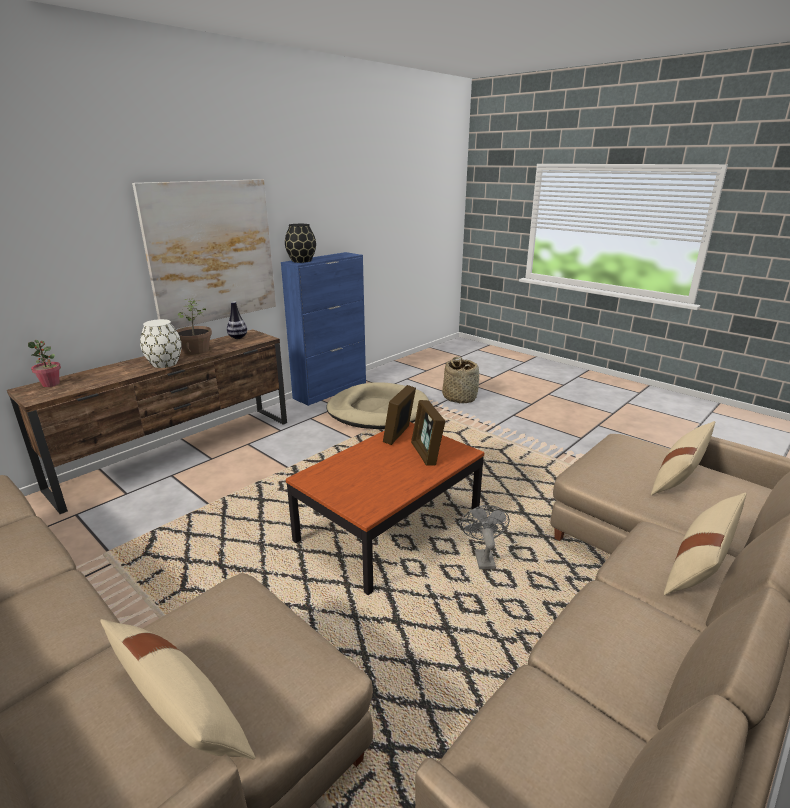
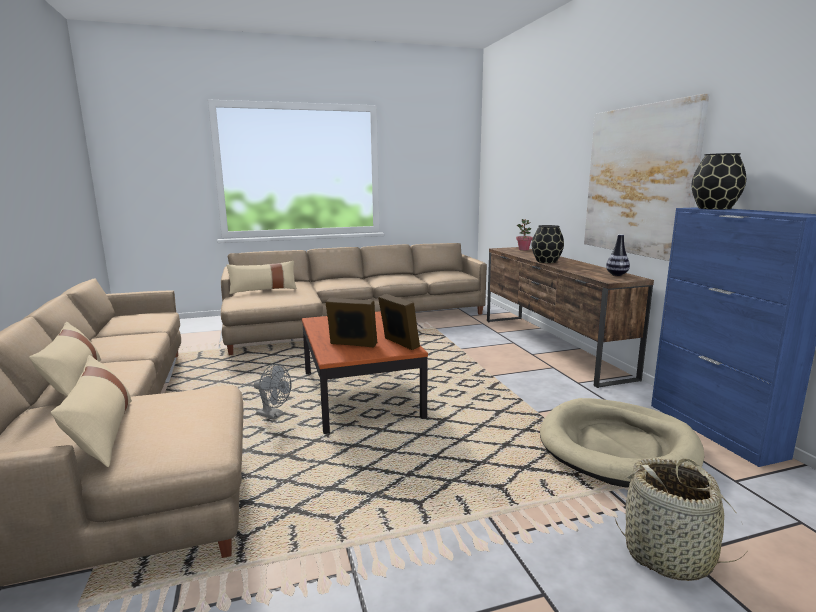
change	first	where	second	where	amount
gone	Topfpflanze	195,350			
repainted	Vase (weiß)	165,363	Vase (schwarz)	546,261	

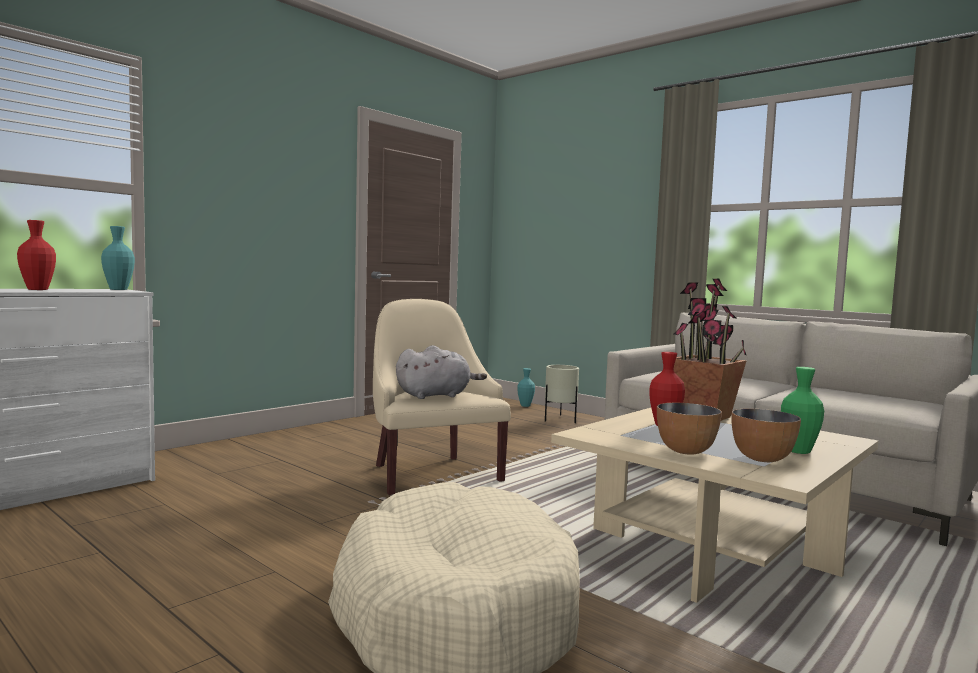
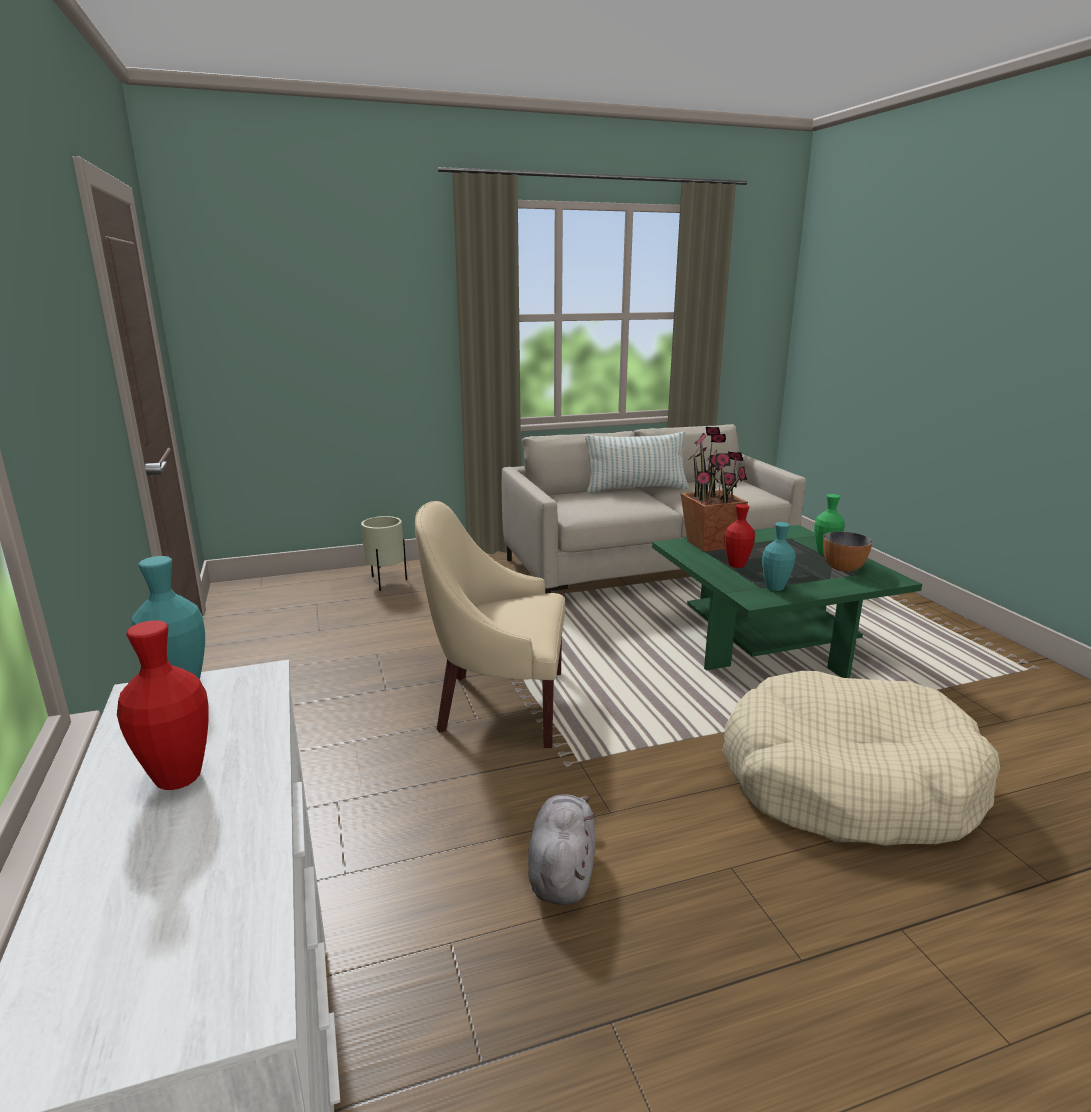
change	first	where	second	where	amount
gone	Schüssel	685,451			
new			Kissen	636,489	
shifted	Plüschtier (grau)	436,395		562,870	
shifted	Vase (türkis)	525,406		775,588	
repainted	Couchtisch (beige)	709,551	Couchtisch (grün)	767,644	

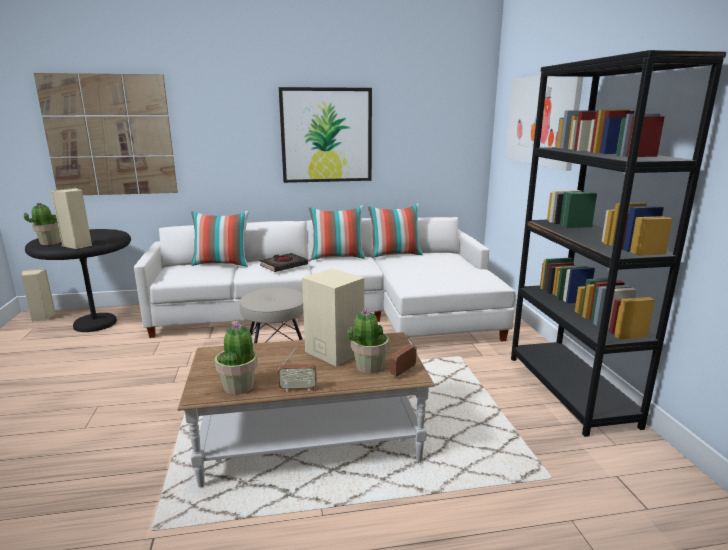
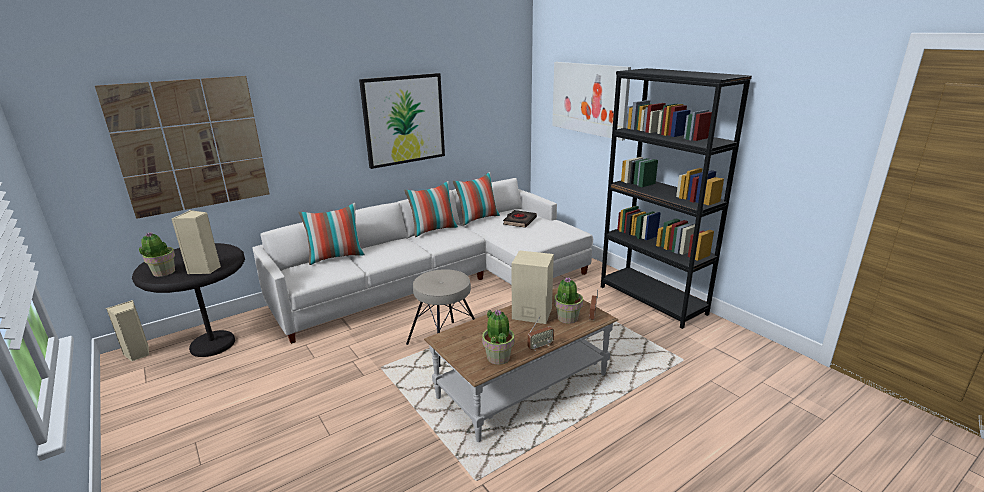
change	first	where	second	where	amount
shifted	Buch (schwarz)	283,265		519,221	

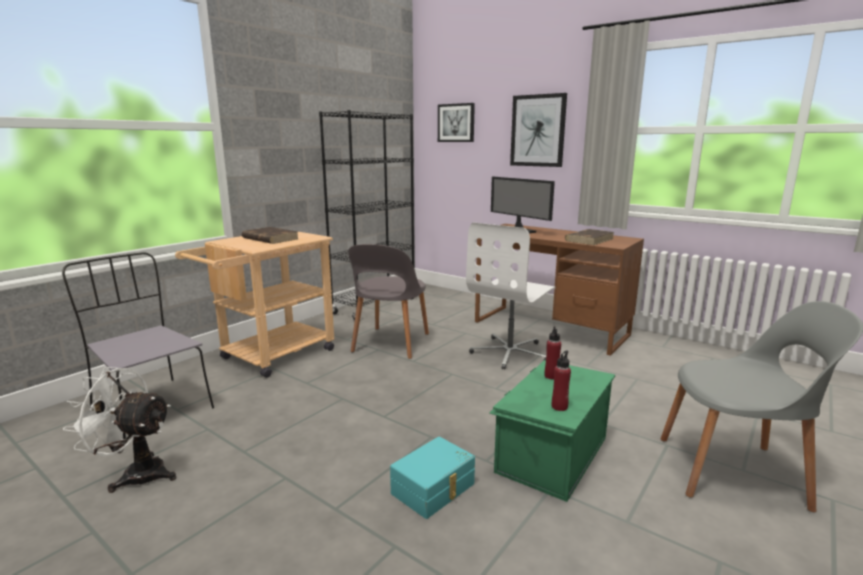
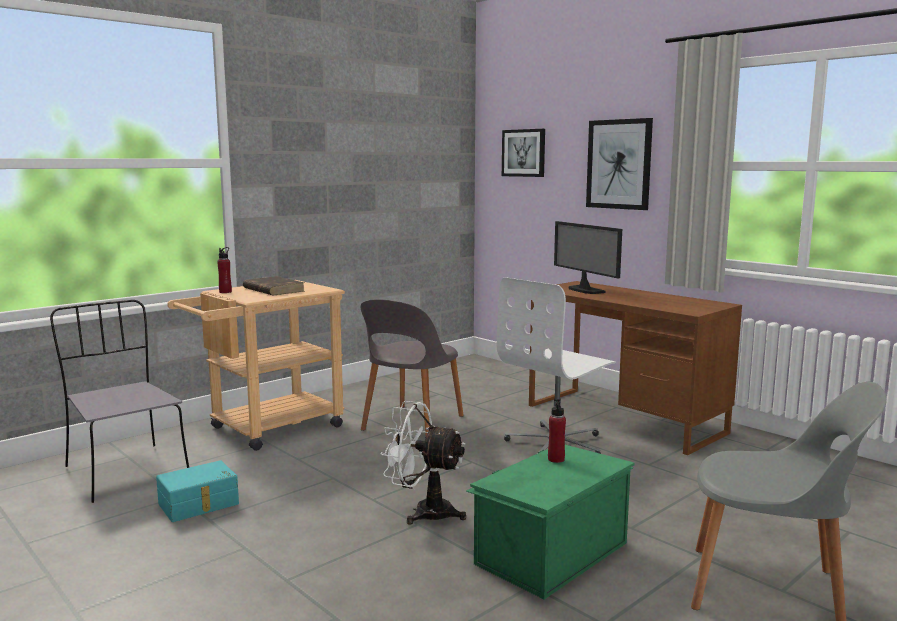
change	first	where	second	where	amount
gone	Bücherregal (schwarz)	374,306			
gone	Buch (braun)	589,239			
shifted	Ventilator (weiß)	136,474		424,512	
shifted	Aufbewahrungsbox (türkis)	434,489		199,504	
shifted	Flasche (rot)	559,407		225,292	

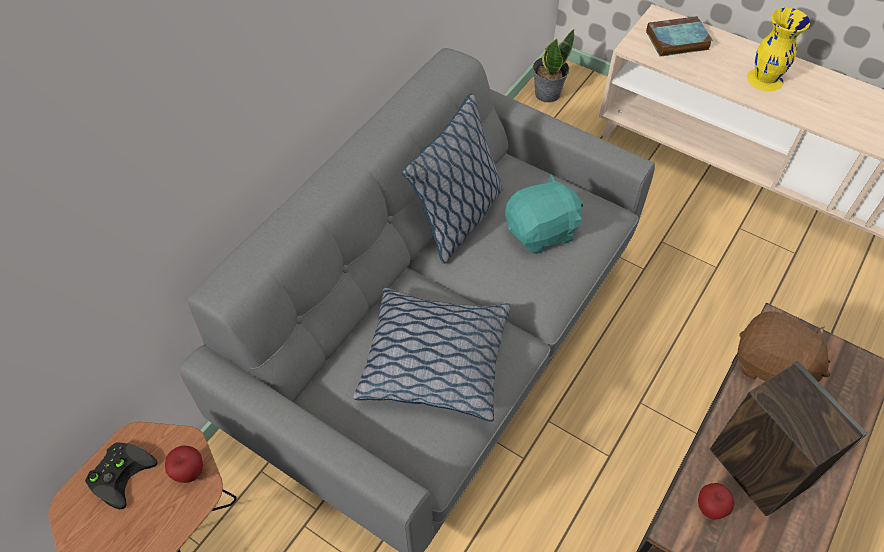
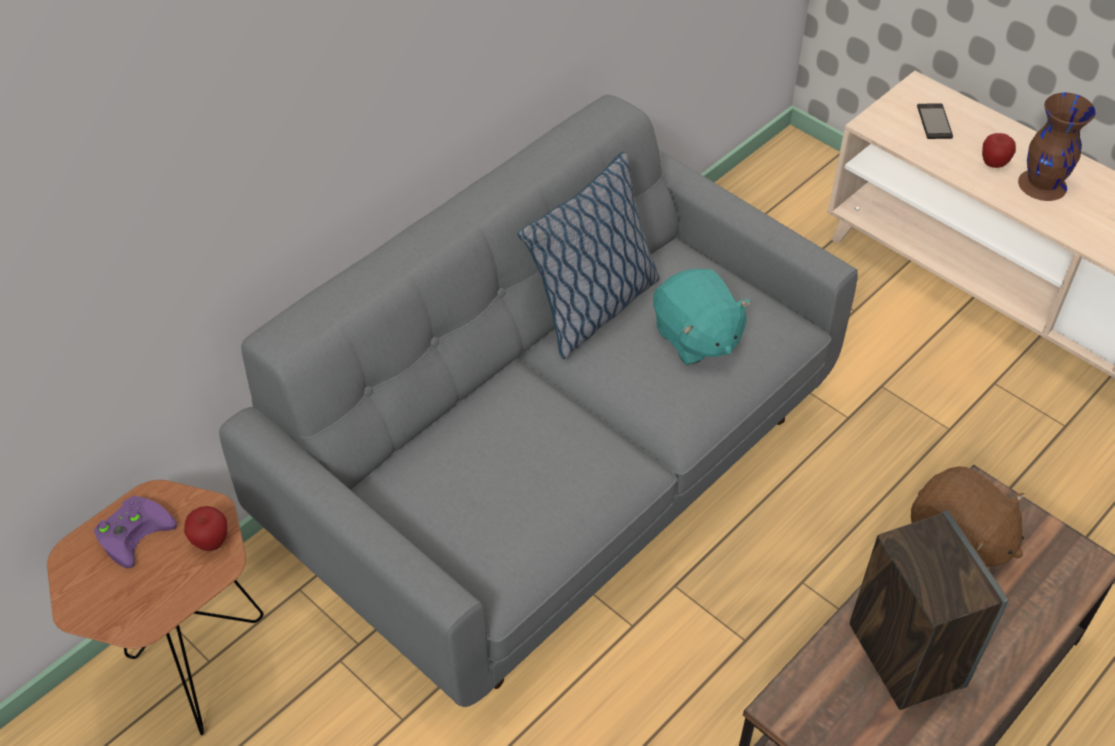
change	first	where	second	where	amount
gone	Kissen	435,361			
gone	Topfpflanze	547,93			
shifted	Apfel	709,508		993,164	
swapped	Buch	676,41	Handy	934,122	
repainted	Gamepad (schwarz)	121,472	Gamepad (lila)	134,530	
repainted	Vase (gelb)	765,80	Vase (braun)	1042,185	
rotated	Plüschtier (türkis)	542,232		696,338	75 degrees clockwise

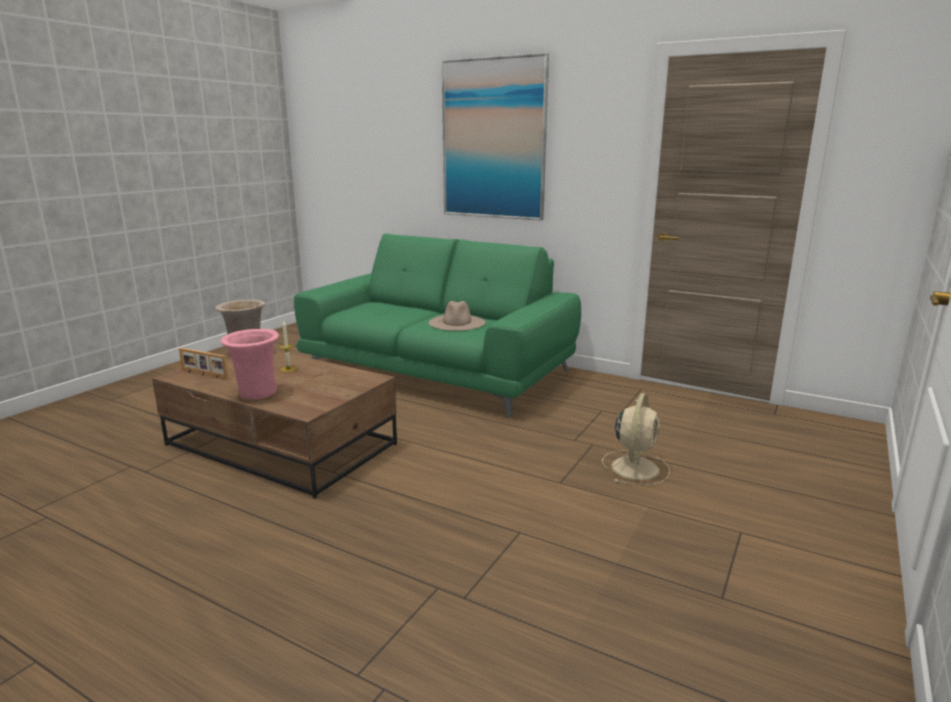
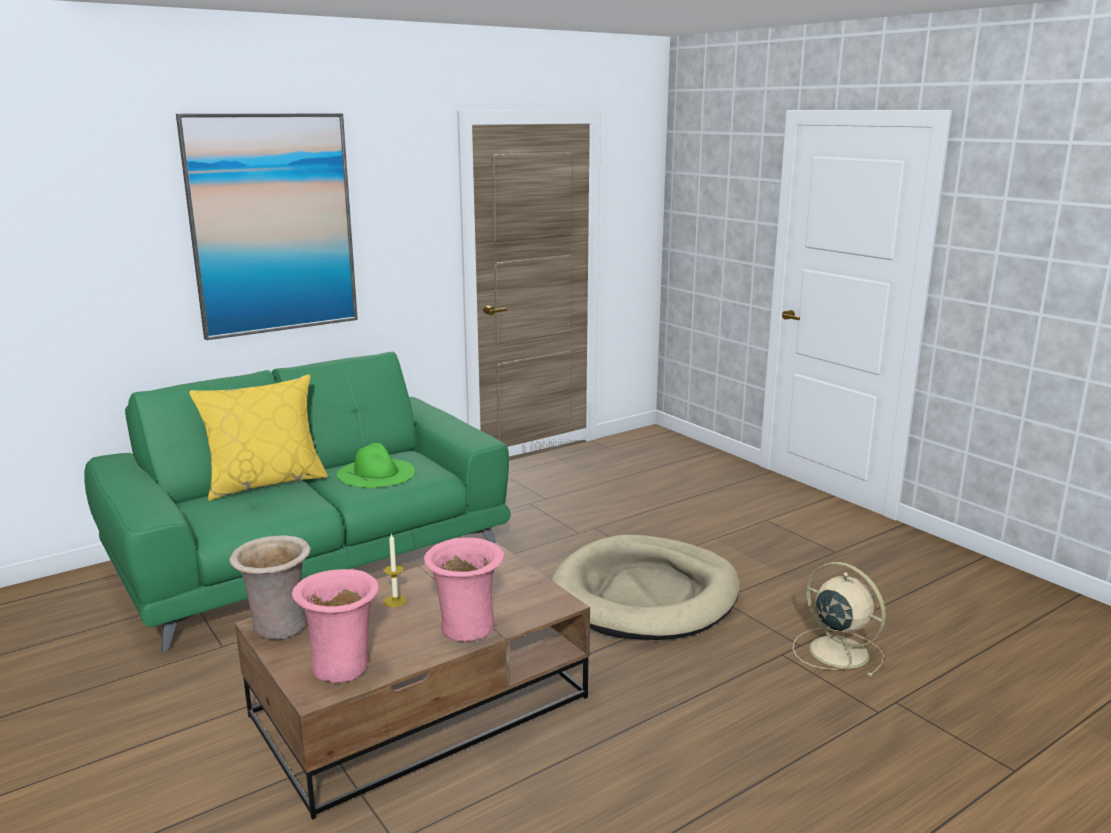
change	first	where	second	where	amount
new			Kissen (gelb)	265,482	
new			Hundebett (beige)	645,594	
shifted	Ventilator (beige)	635,467		836,651	
swapped	Bilderrahmen	204,375	Vase (rosa)	343,667	
repainted	Hut (beige)	457,322	Hut (grün)	376,473	

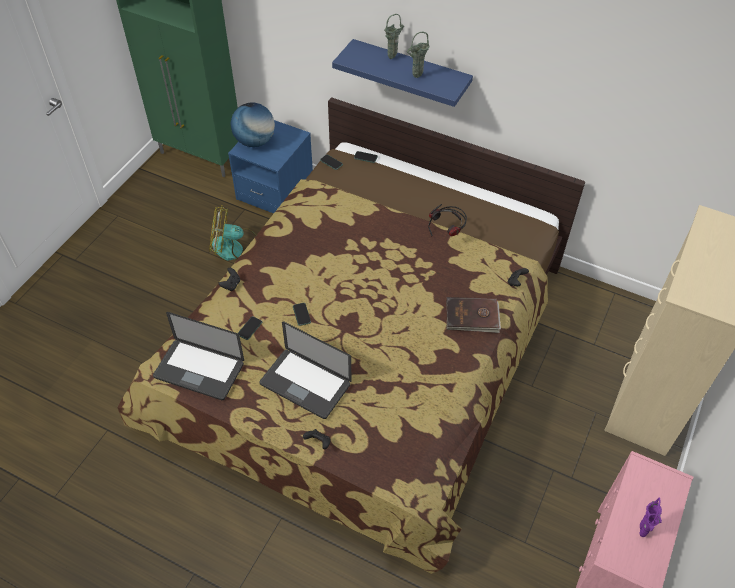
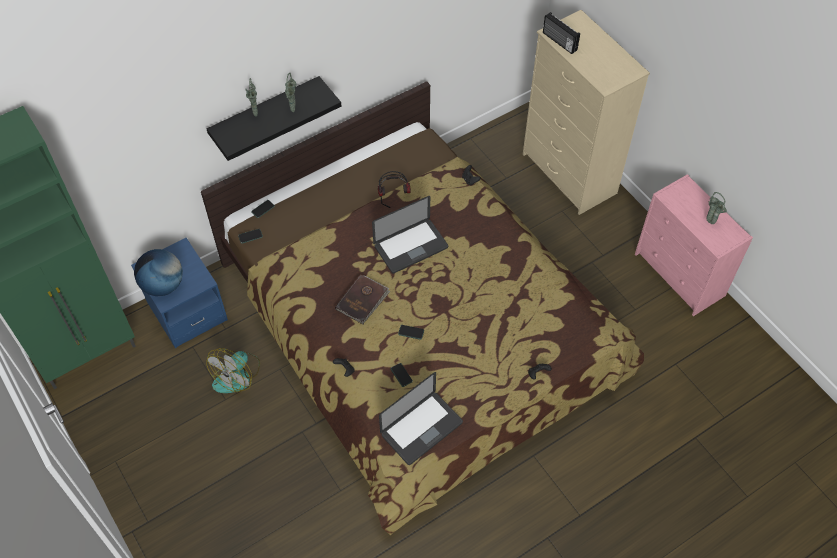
change	first	where	second	where	amount
new			Radio	559,42	
shifted	Laptop	305,384		411,247	
shifted	Buch (braun)	472,317		362,300	
repainted	Wandregal (blau)	410,73	Wandregal (schwarz)	266,114	
repainted	Vase (lila)	641,534	Vase (grün)	711,223	

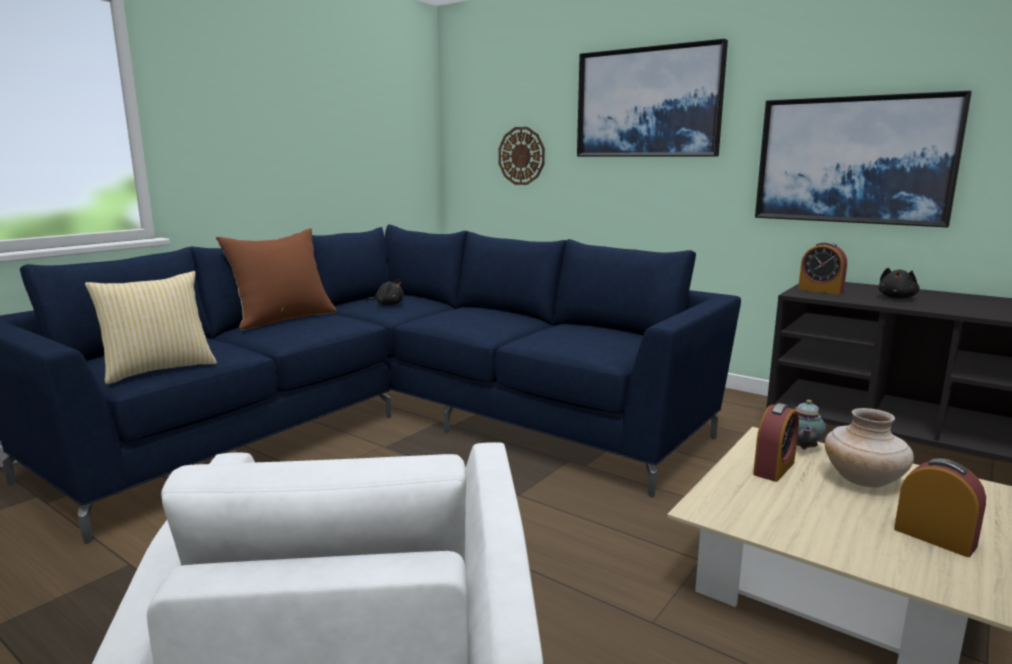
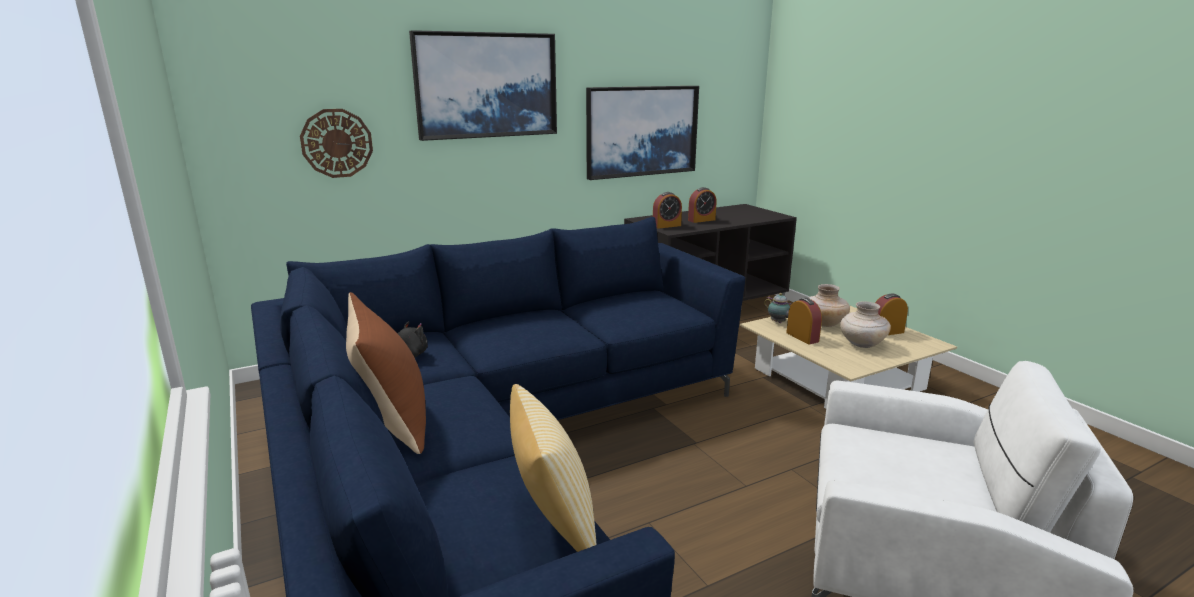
change	first	where	second	where	amount
new			Vase (beige)	861,344	
swapped	Plüschtier (schwarz)	897,298	Wecker	701,220	

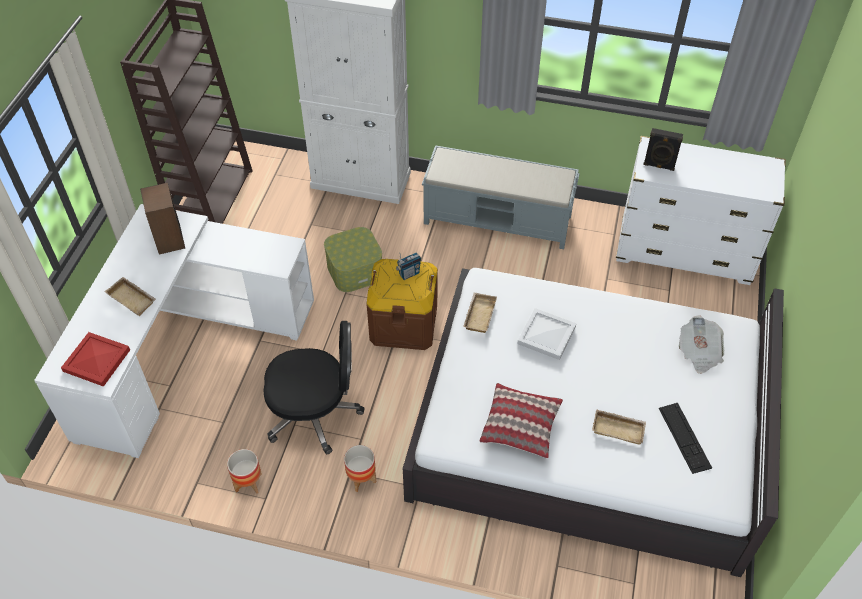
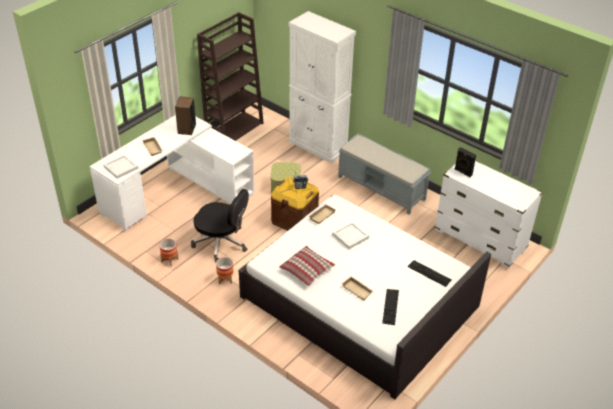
change	first	where	second	where	amount
swapped	Zeitung	699,353	Tastatur	429,273	
repainted	Tablett (rot)	98,360	Tablett (weiß)	121,167	

